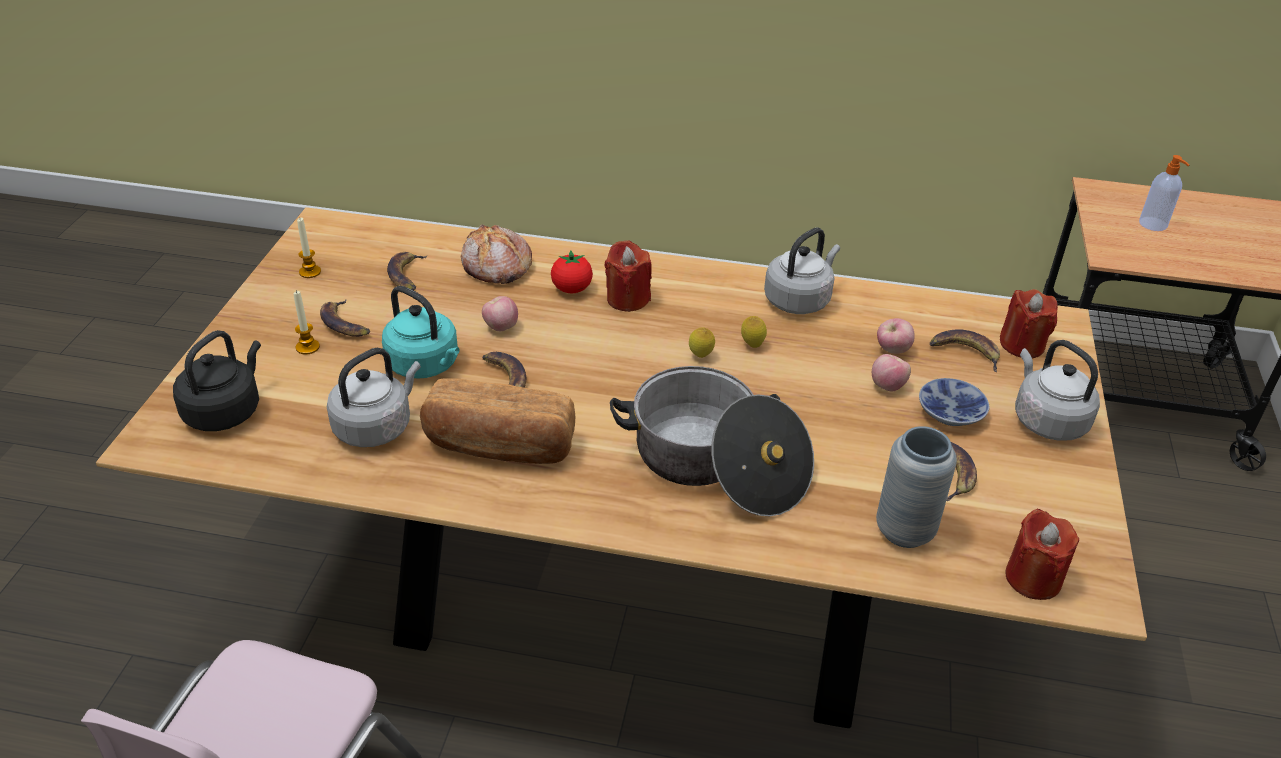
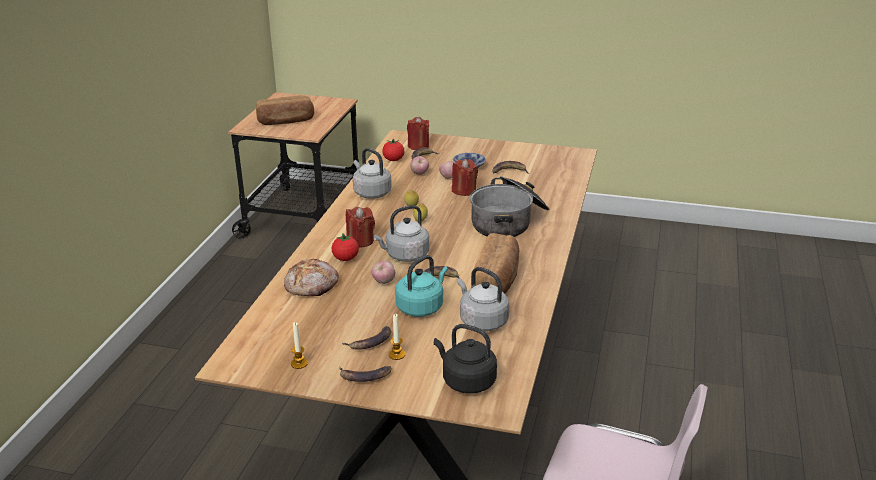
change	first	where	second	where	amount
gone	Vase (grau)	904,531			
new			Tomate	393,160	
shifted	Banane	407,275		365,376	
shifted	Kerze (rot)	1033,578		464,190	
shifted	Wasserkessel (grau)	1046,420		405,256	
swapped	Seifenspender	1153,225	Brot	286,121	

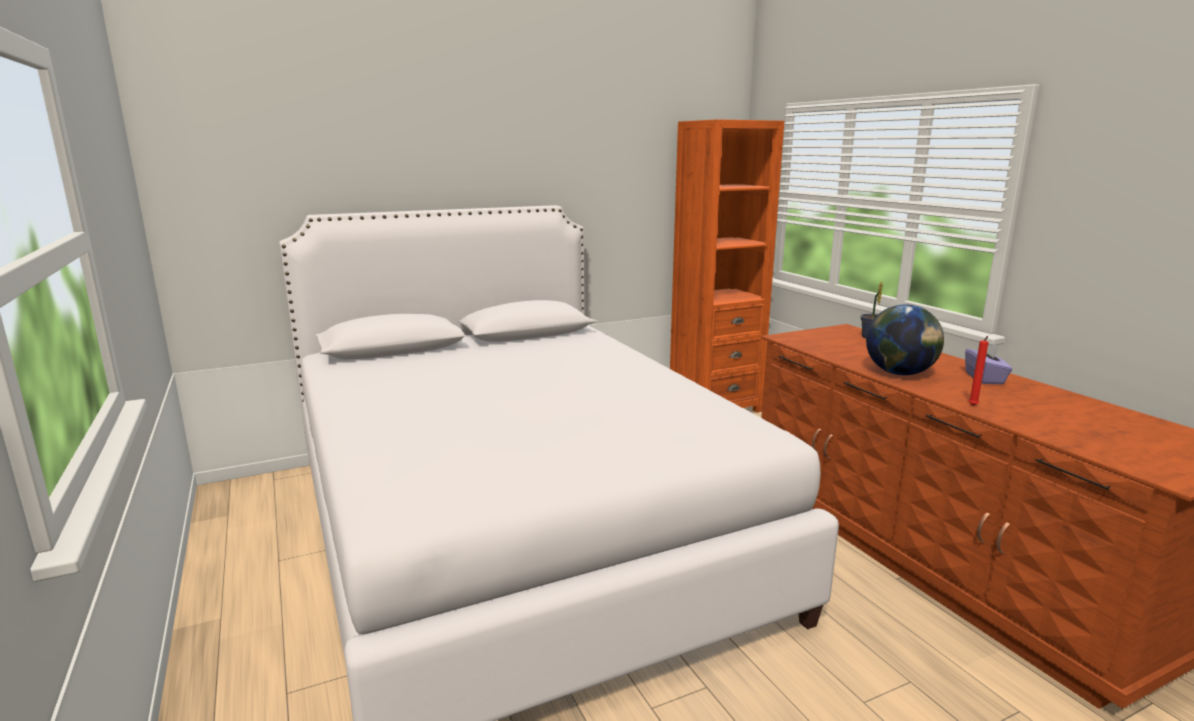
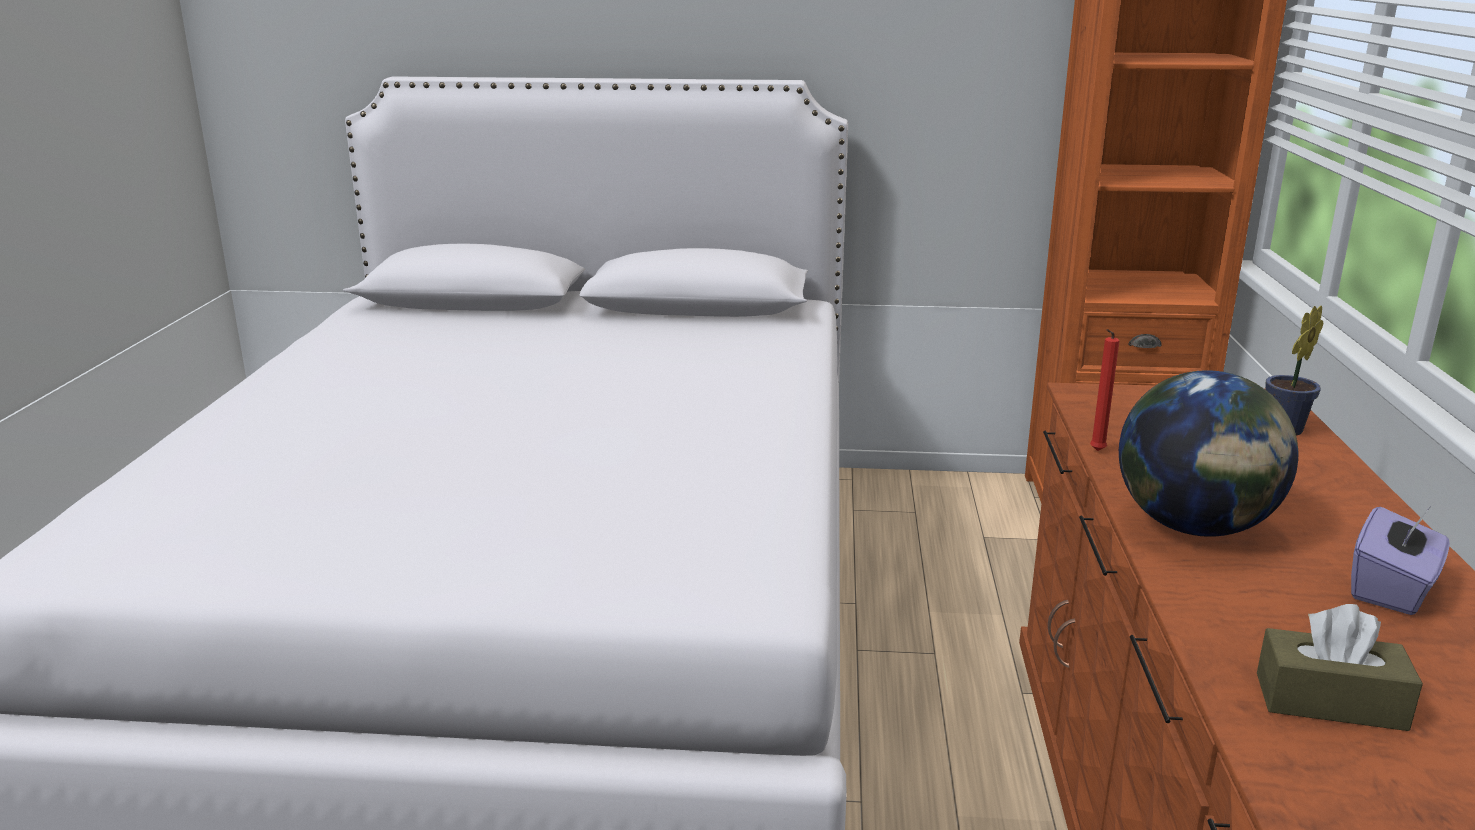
change	first	where	second	where	amount
new			Taschentuchbox (braun)	1330,701	
shifted	Kerze (rot)	973,406		1096,451	

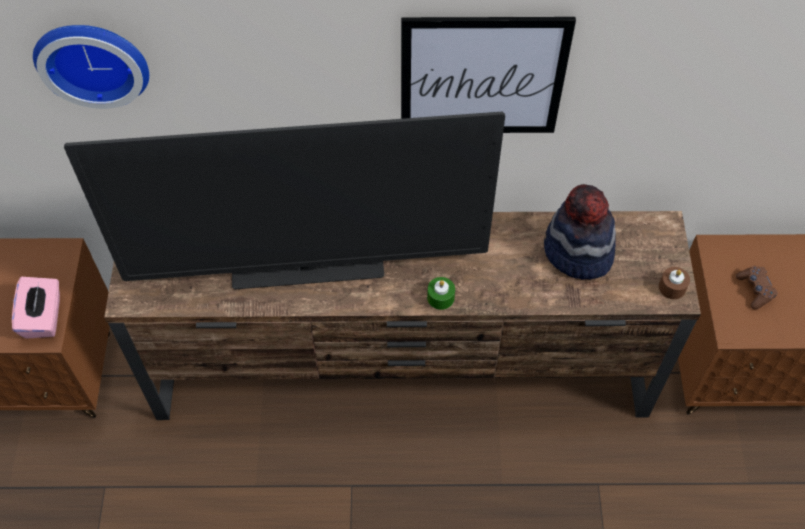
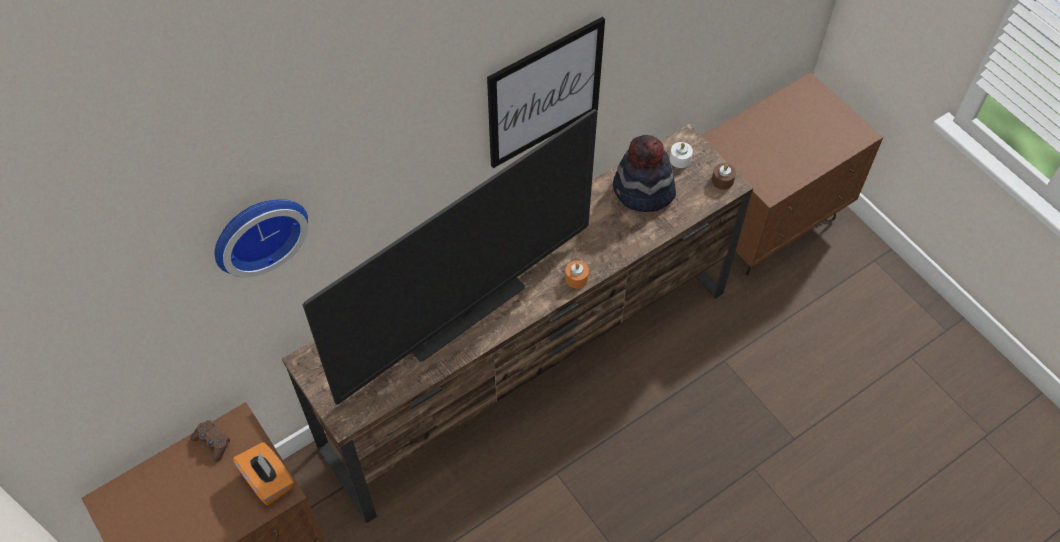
change	first	where	second	where	amount
new			Kerze (weiß)	680,159	
shifted	Gamepad (braun)	755,290		212,442	
repainted	Taschentuchbox (rosa)	44,317	Taschentuchbox (orange)	268,480	
repainted	Kerze (grün)	440,298	Kerze (orange)	576,278	

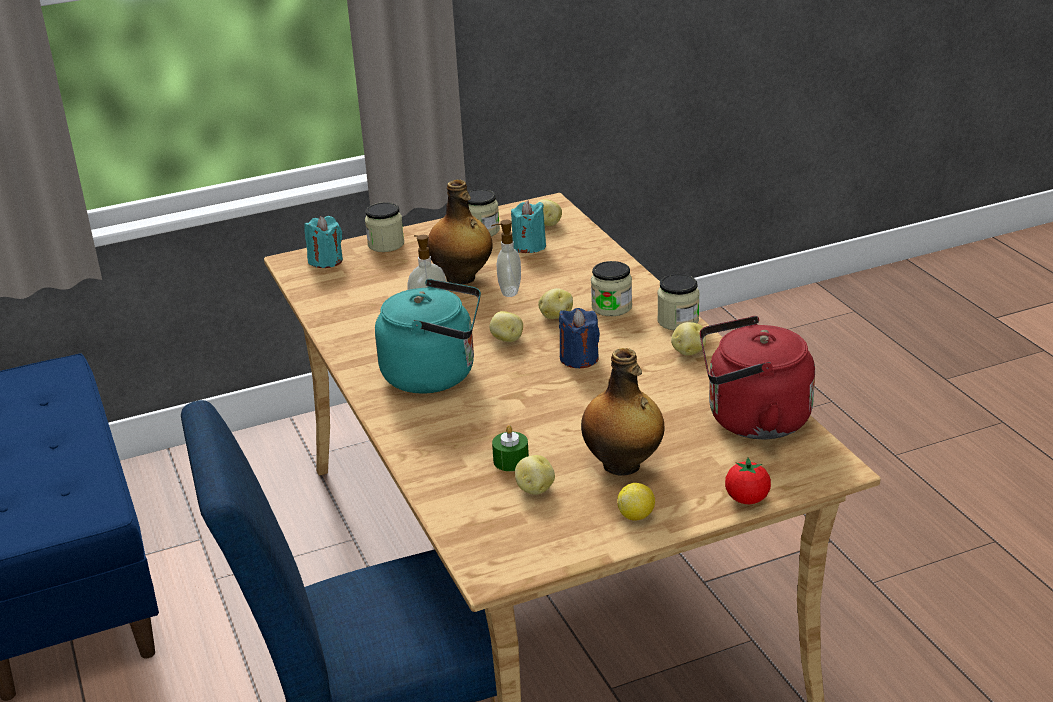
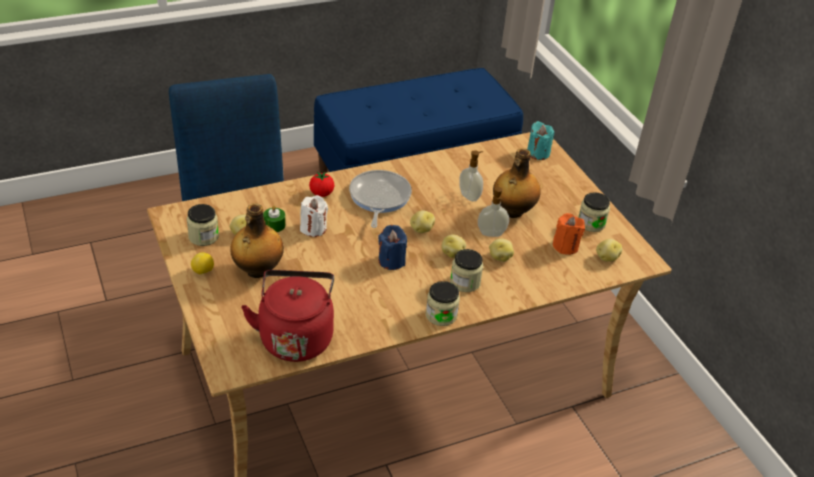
change	first	where	second	where	amount
new			Kerze (weiß)	313,228	
shifted	Vorratsglas	386,244		203,236	
shifted	Kartoffel	688,351		500,257	
shifted	Tomate	747,499		321,193	
swapped	Wasserkessel (türkis)	435,375	Pfanne	379,198	
repainted	Kerze (türkis)	529,246	Kerze (orange)	565,246	

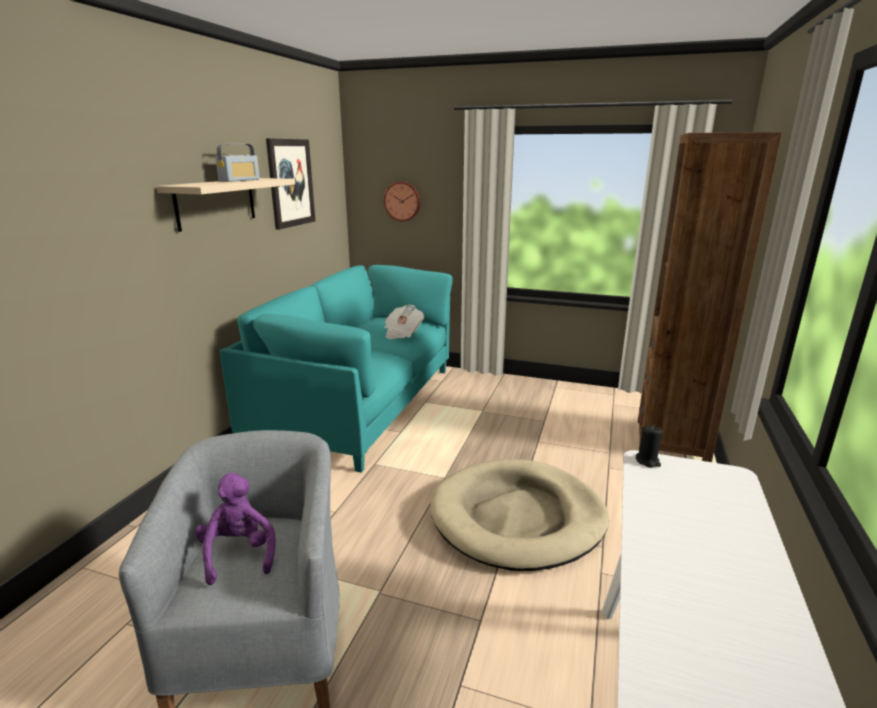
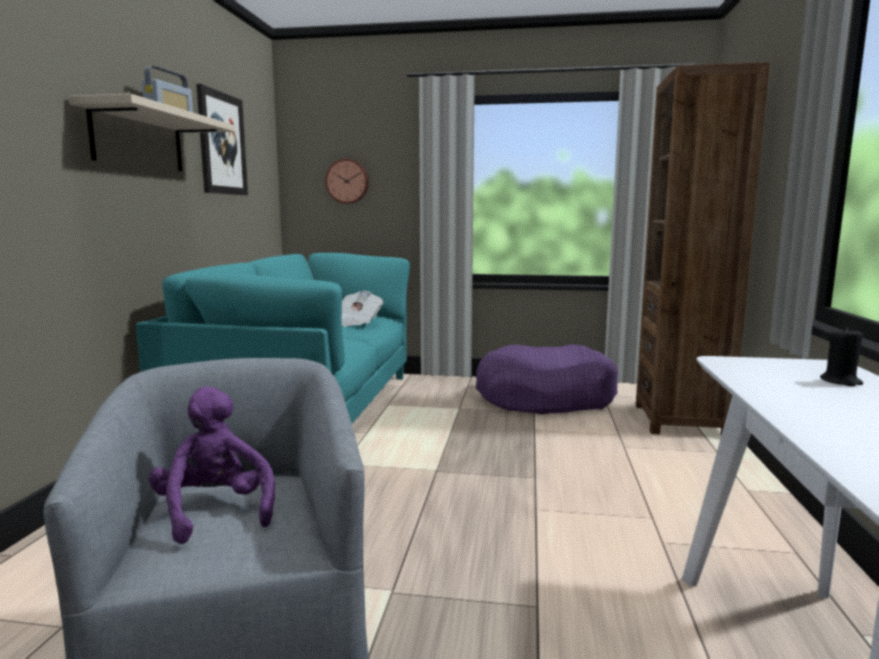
change	first	where	second	where	amount
gone	Hundebett (beige)	517,518			
new			Hundebett (lila)	544,397	
shifted	Kerze (schwarz)	647,461		840,381	

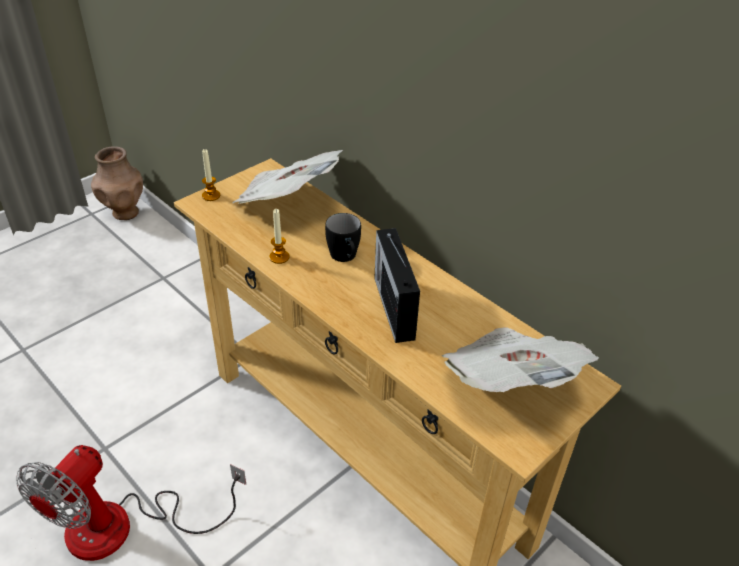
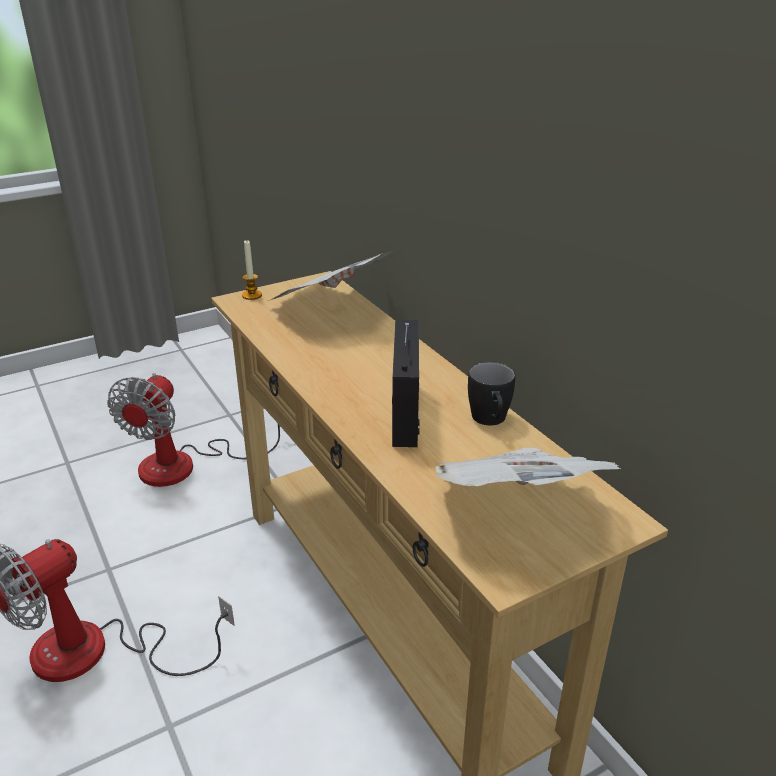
change	first	where	second	where	amount
gone	Vase (braun)	125,212			
gone	Kerze	279,257			
new			Ventilator	187,464	
shifted	Henkelbecher (schwarz)	345,258		490,421	

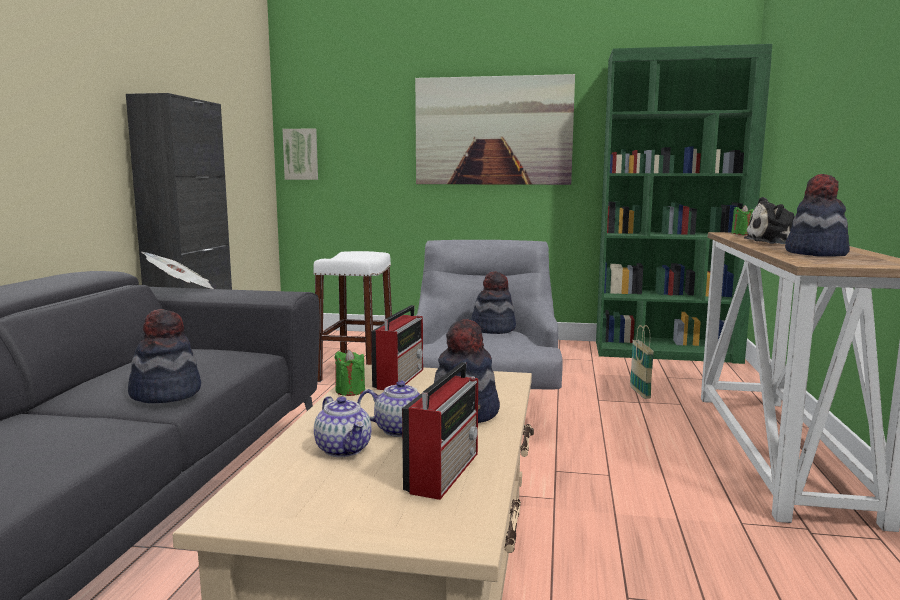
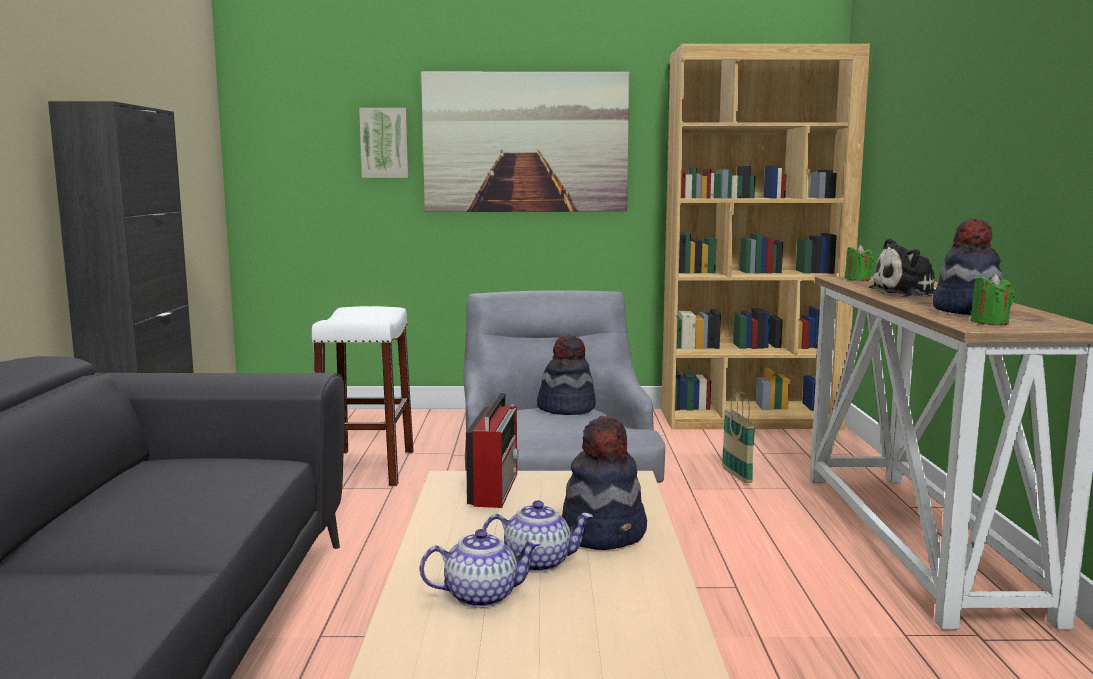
change	first	where	second	where	amount
gone	Hut	166,393			
gone	Zeitung	181,289			
gone	Radio	444,471			
shifted	Bild	301,154		384,143	
shifted	Kerze (grün)	350,391		990,322	
repainted	Bücherregal (grün)	666,352	Bücherregal (braun)	750,419	
rotated	Teekanne	344,449		481,596	60 degrees counterclockwise

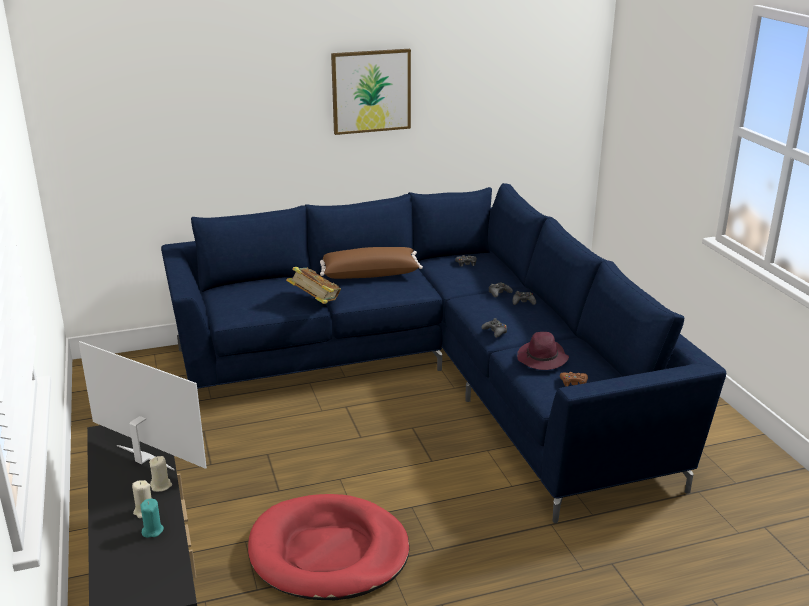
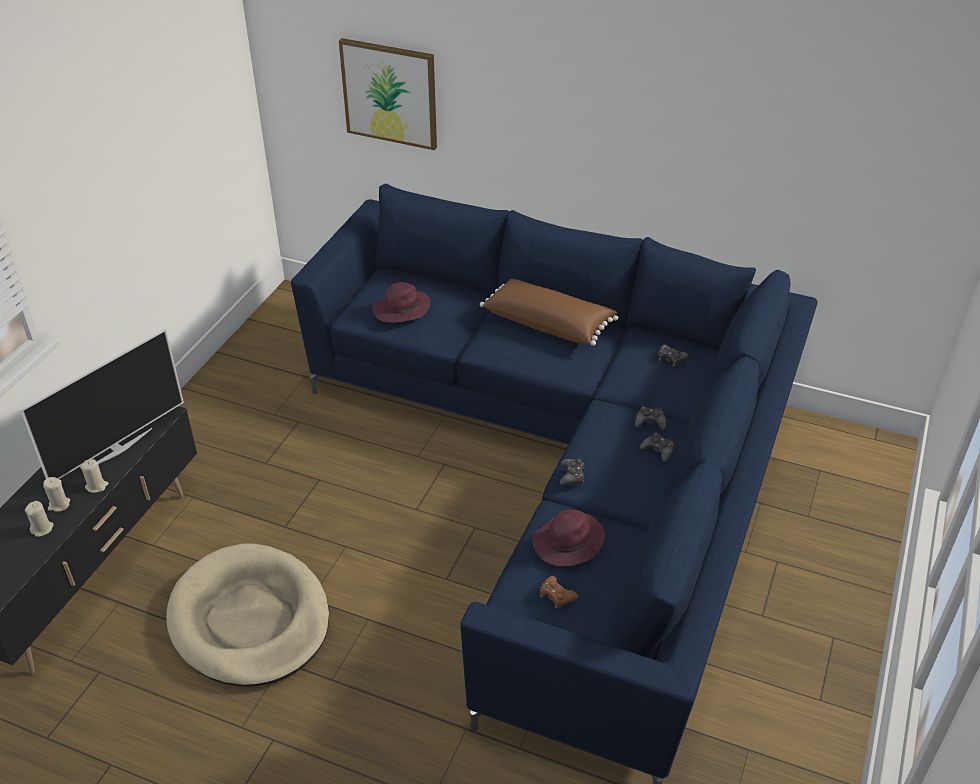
change	first	where	second	where	amount
gone	Buch	315,302			
new			Hut (lila)	401,310	
shifted	Bild	371,91		390,93	
repainted	Kerze (türkis)	152,530	Kerze (beige)	42,528	
repainted	Hundebett (rot)	328,552	Hundebett (beige)	250,620	
rotated	Fernseher	144,458		117,448	60 degrees clockwise

